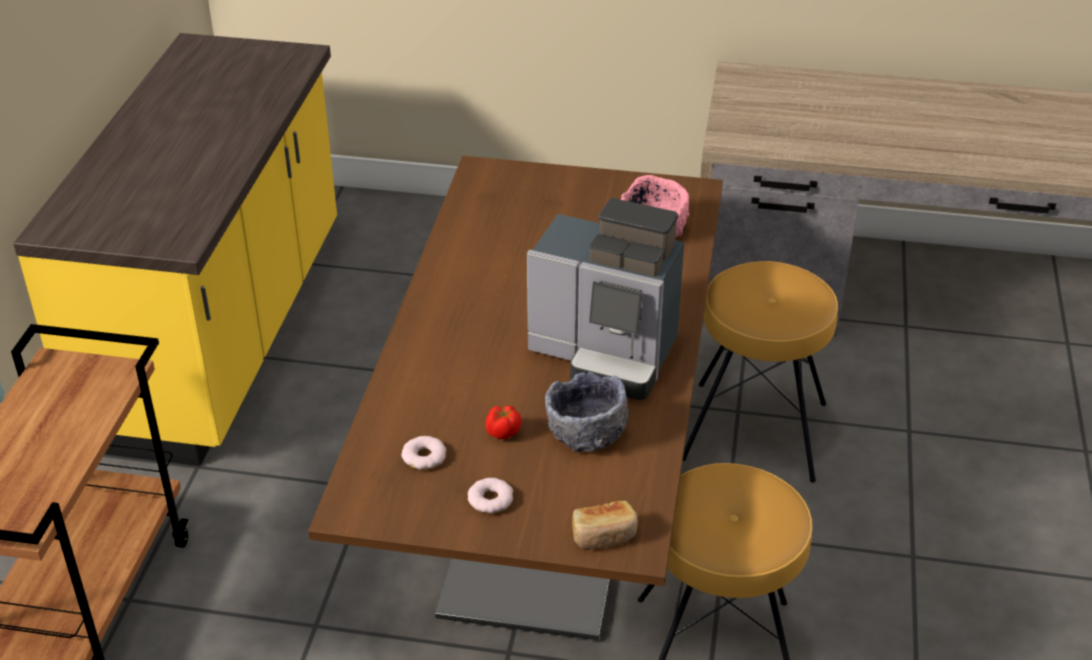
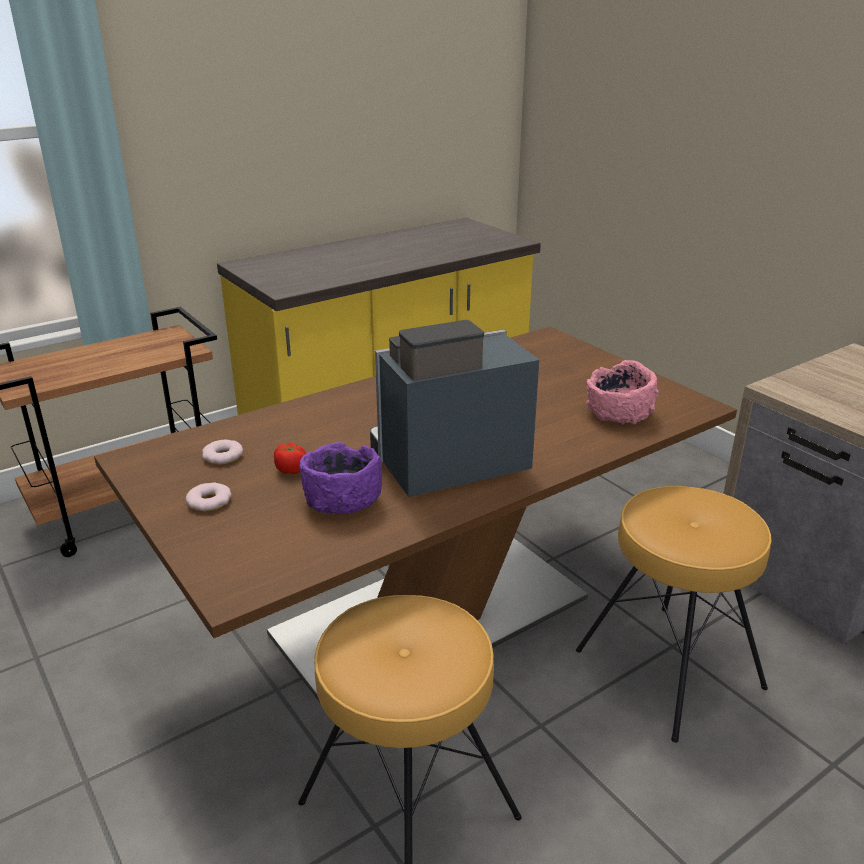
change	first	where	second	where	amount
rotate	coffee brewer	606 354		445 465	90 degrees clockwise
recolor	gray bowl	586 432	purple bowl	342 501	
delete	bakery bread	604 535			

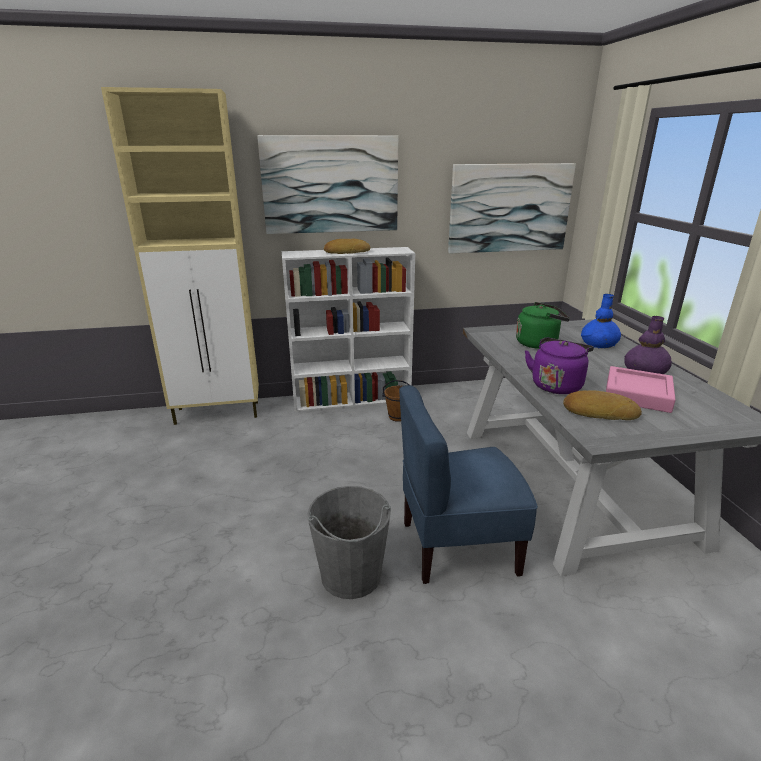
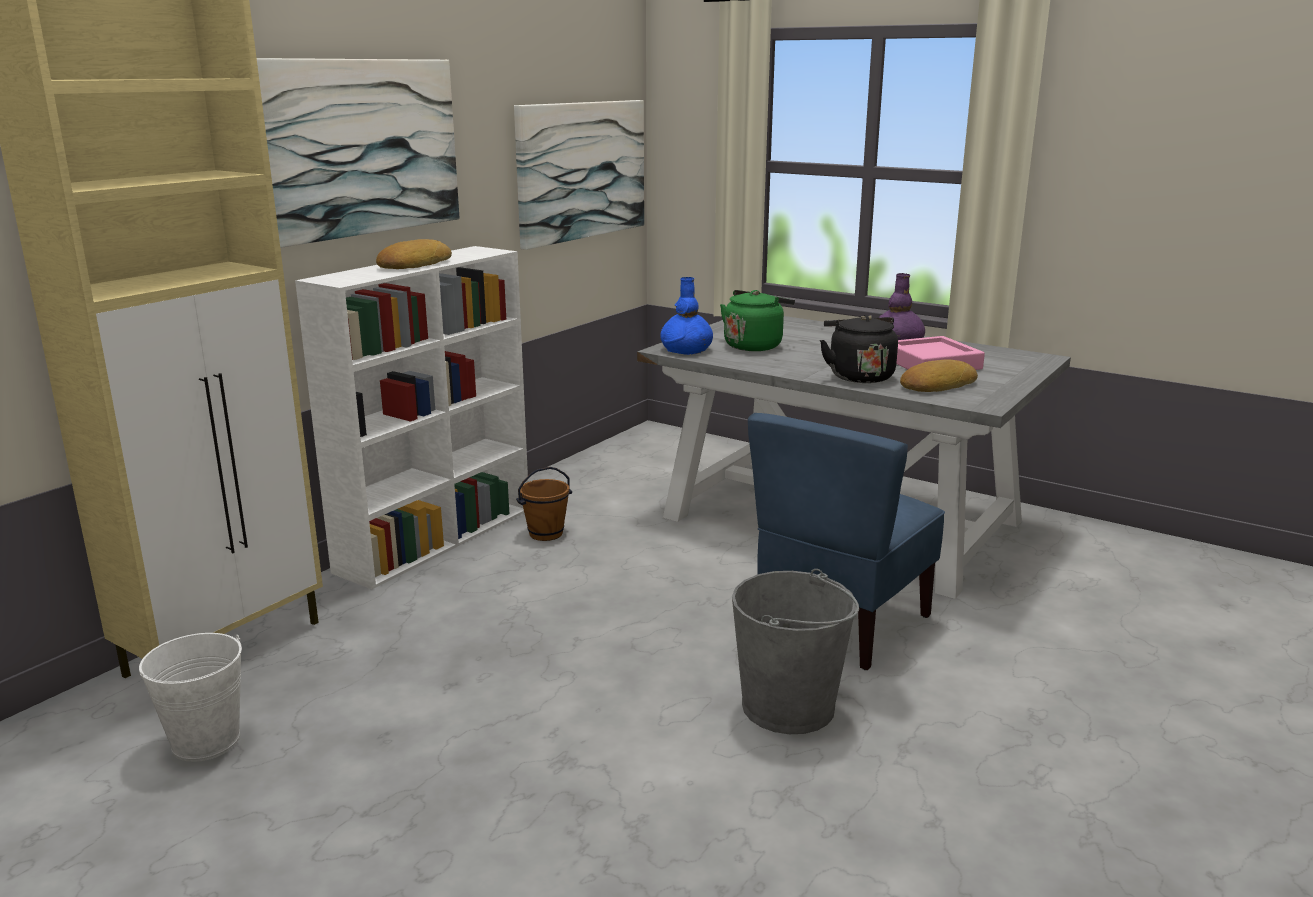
change	first	where	second	where	amount
move	blue flower vase	599 344		686 350	
recolor	purple water kettle	556 385	blackish water kettle	858 376	
insert			whitish water bucket	205 741	

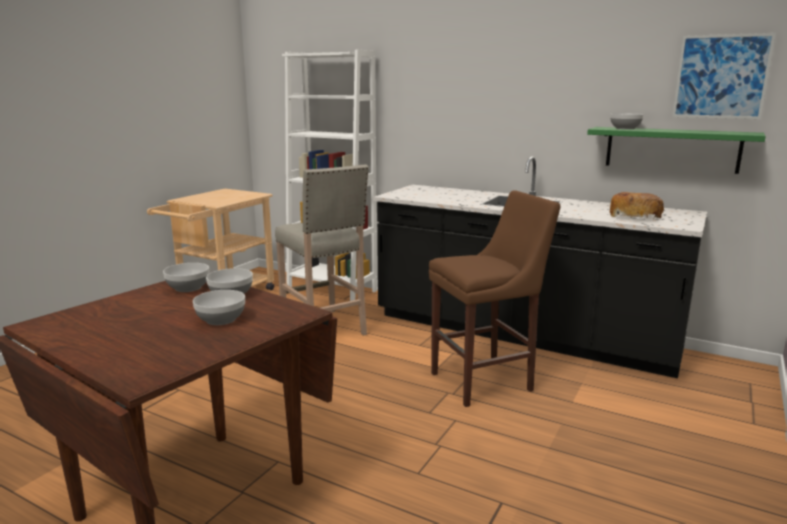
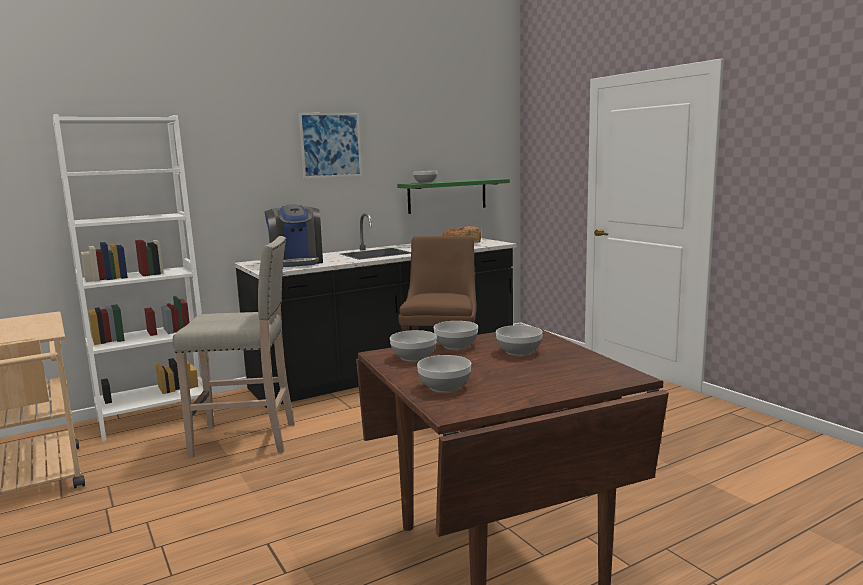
change	first	where	second	where	amount
move	picture	721 77		331 145	
insert			coffee brewer	296 262	
insert			bowl	444 387	

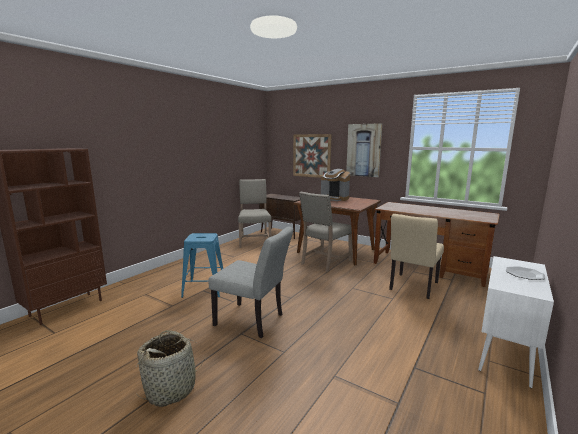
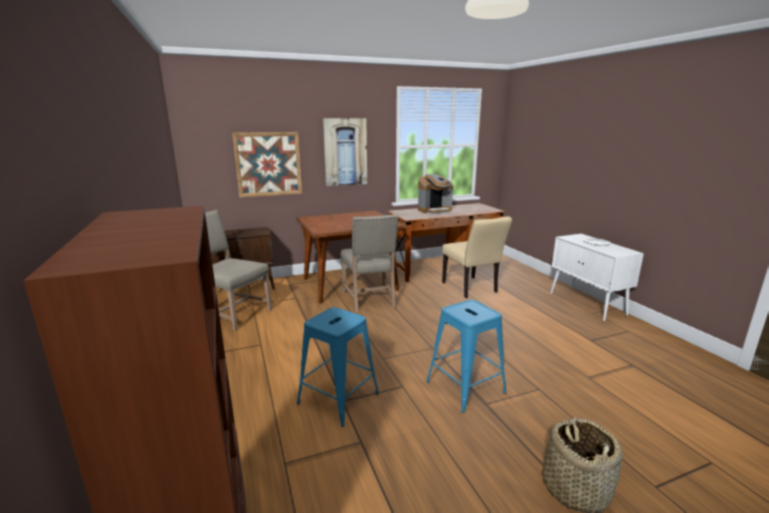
change	first	where	second	where	amount
move	coffee brewer	334 198		434 210	
replace	gray plain chair	253 321	blue stool	465 387	

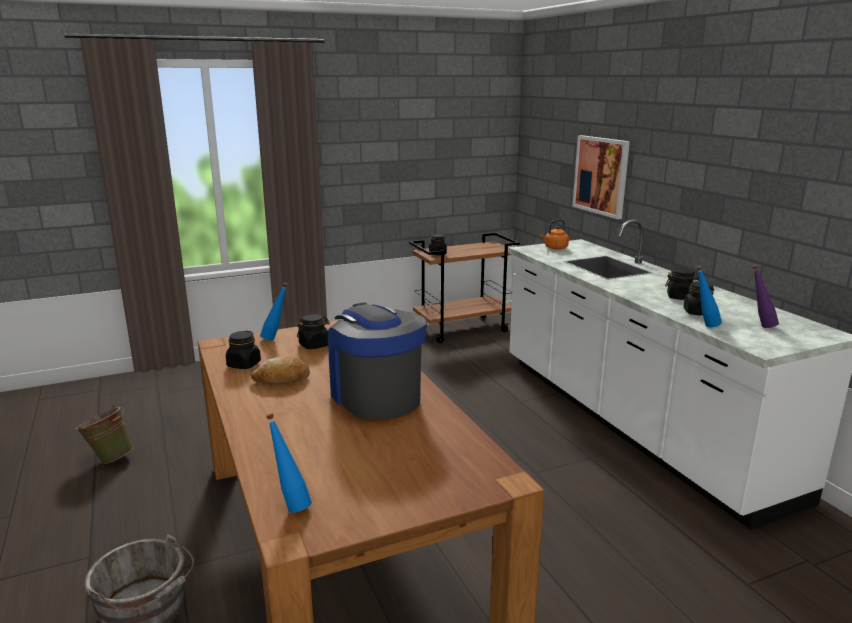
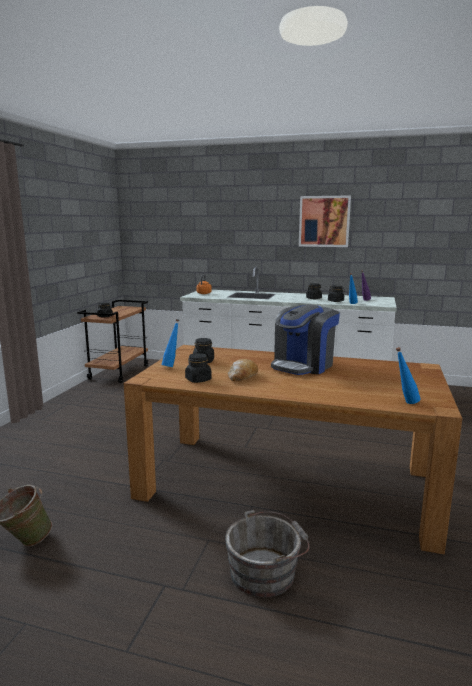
change	first	where	second	where	amount
move	picture	601 175		324 221	
rotate	coffee brewer	375 396		303 365	60 degrees counterclockwise

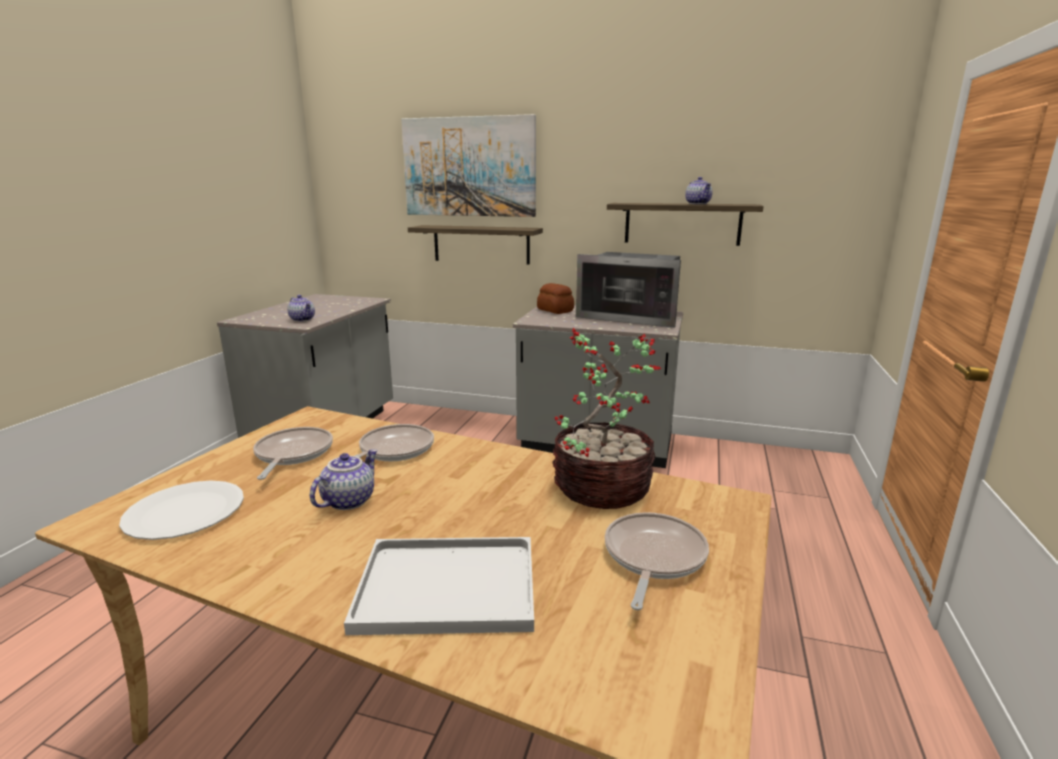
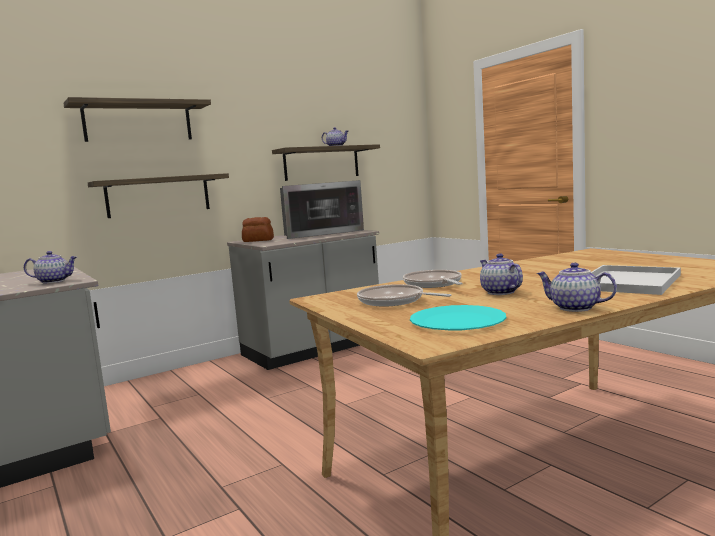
change	first	where	second	where	amount
replace	picture	469 167	bracket shelf	138 122	
delete	potted plant	599 489			
recolor	whitish plate	185 512	turquoise plate	457 321	
delete	pan	652 557			
insert			pot for tea	574 308	

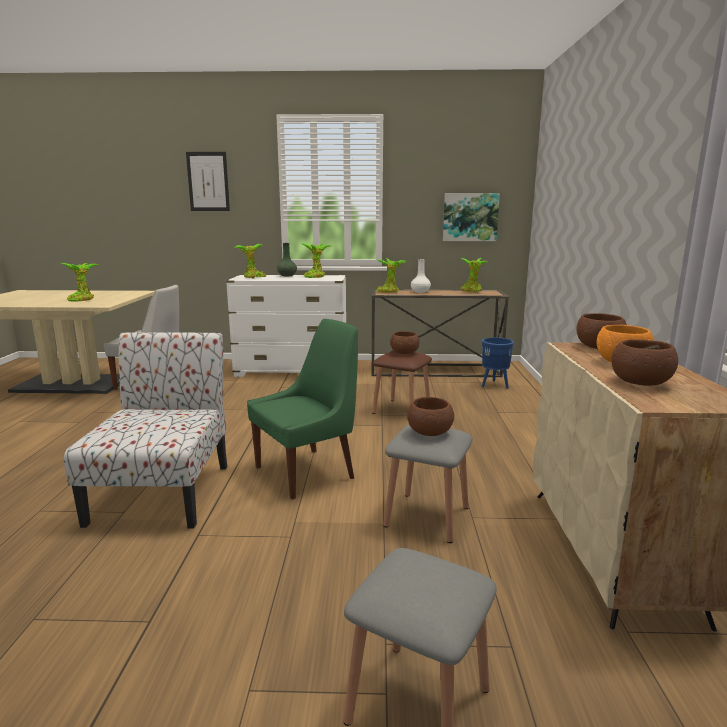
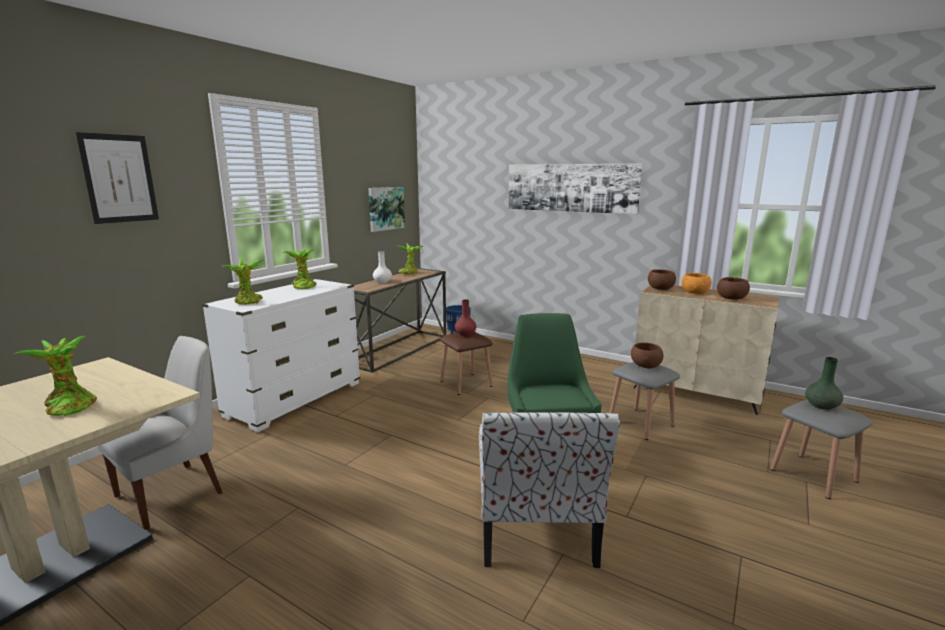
change	first	where	second	where	amount
move	green-coloured flower vase	287 275		822 406	
delete	potted plant	389 291			
replace	brown-coloured bowl	404 353	reddish flower vase	465 334	
rotate	plain chair	164 492		535 524	120 degrees counterclockwise
insert			picture	570 188	

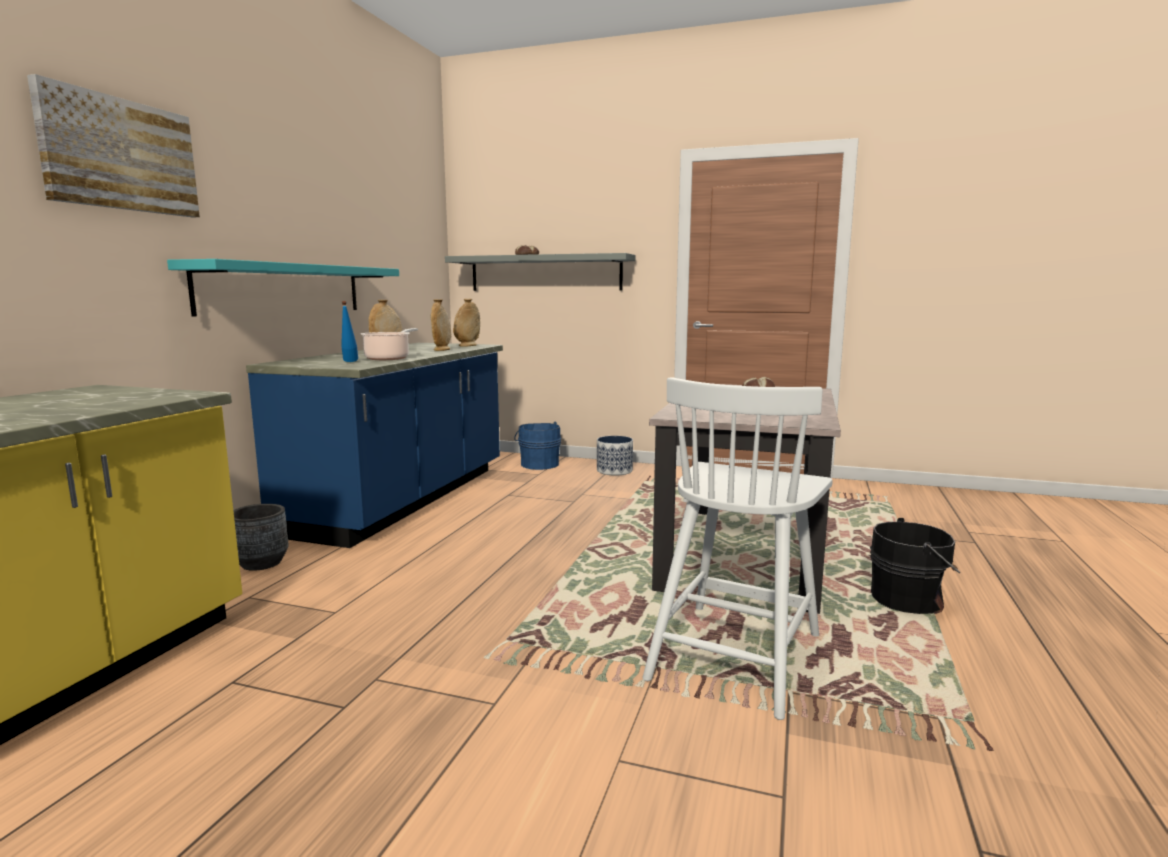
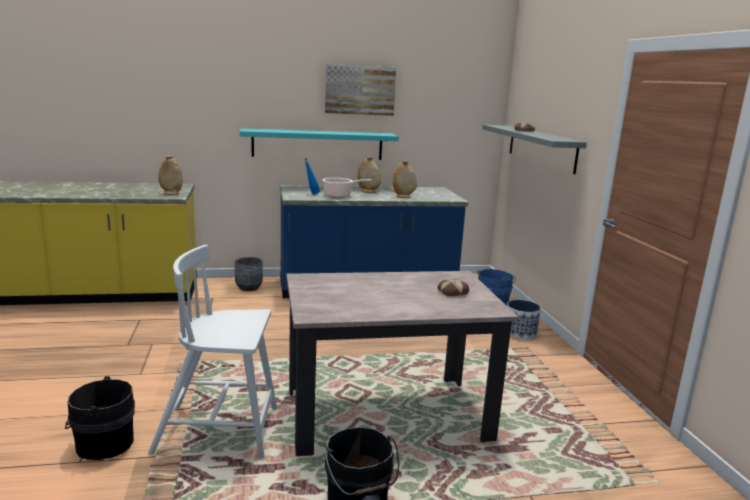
change	first	where	second	where	amount
move	picture	120 155		360 90	
move	beige-coloured flower vase	467 346		171 194	
insert			blackish water bucket	102 443	

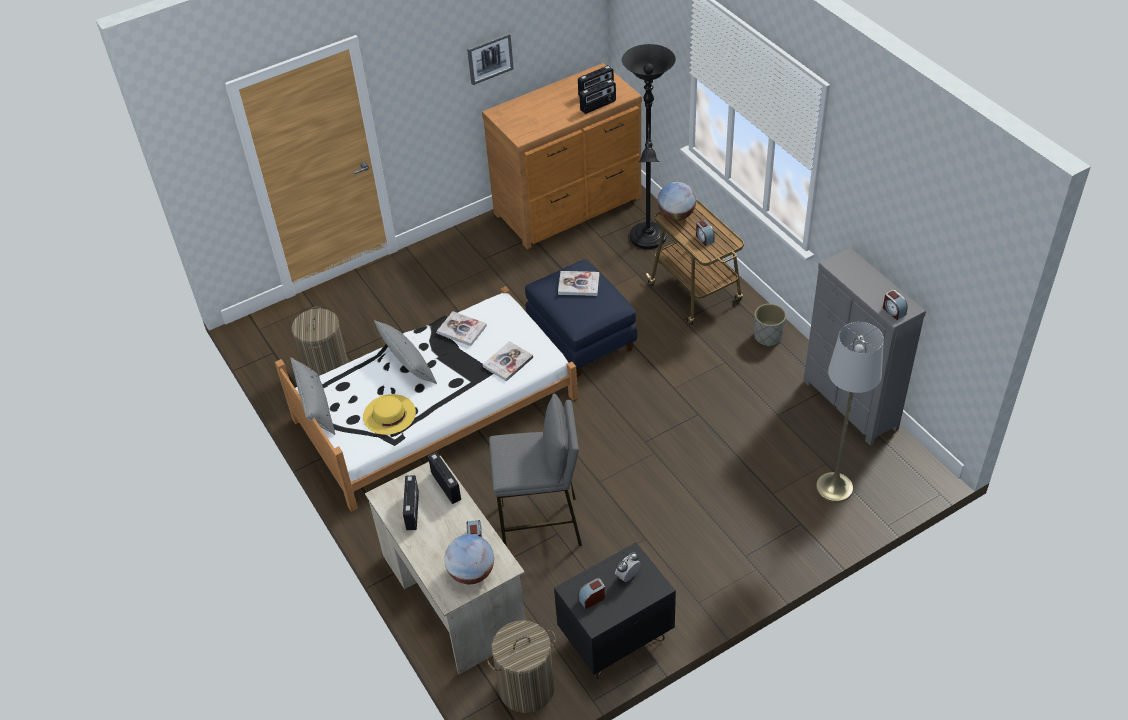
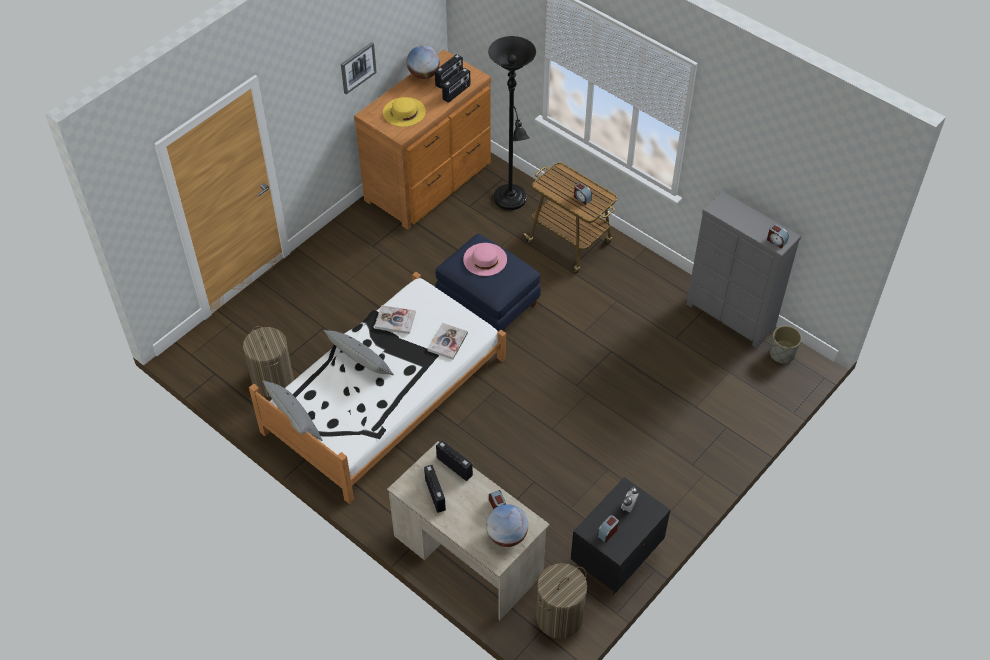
change	first	where	second	where	amount
move	world globe	676 215		424 75	
replace	volume	578 284	pink hat	485 259	
move	gray plant pot	768 337		782 354	
delete	gray standard lamp	834 487			
move	yellowish hat	389 414		404 112	
delete	gray stool	541 526			

